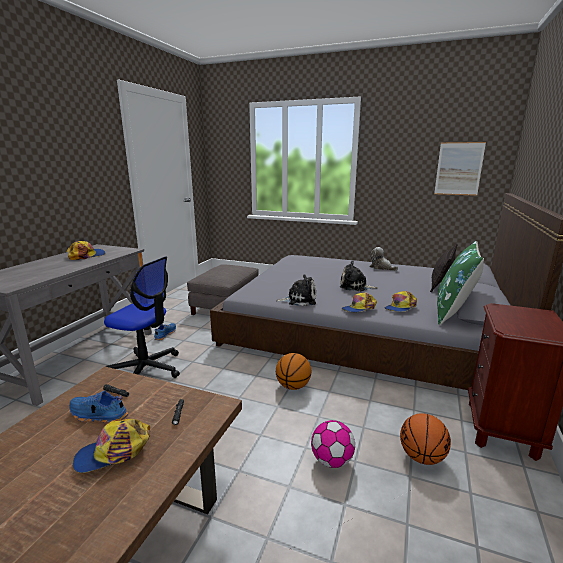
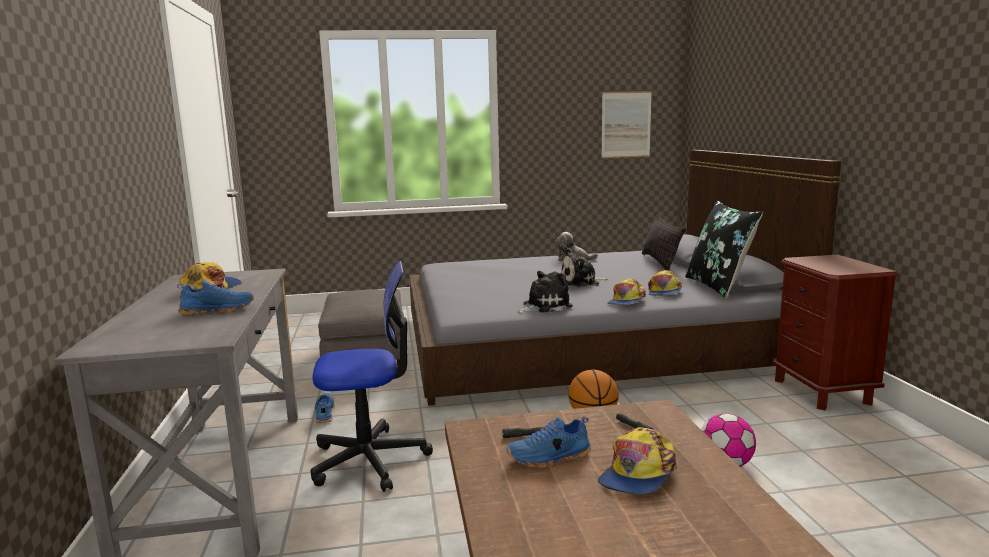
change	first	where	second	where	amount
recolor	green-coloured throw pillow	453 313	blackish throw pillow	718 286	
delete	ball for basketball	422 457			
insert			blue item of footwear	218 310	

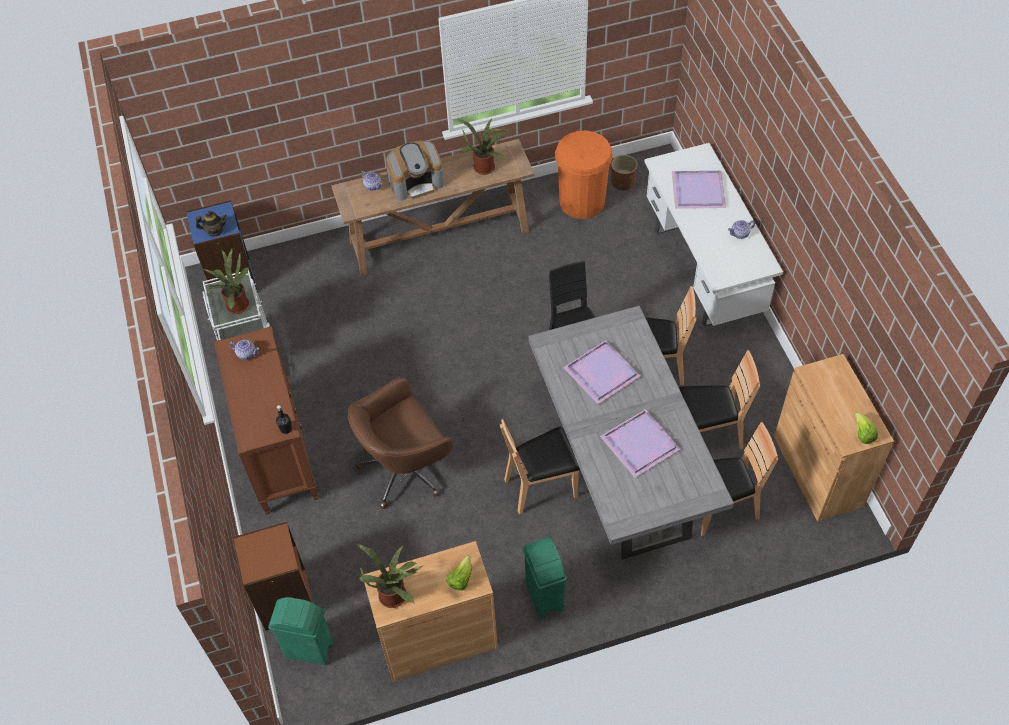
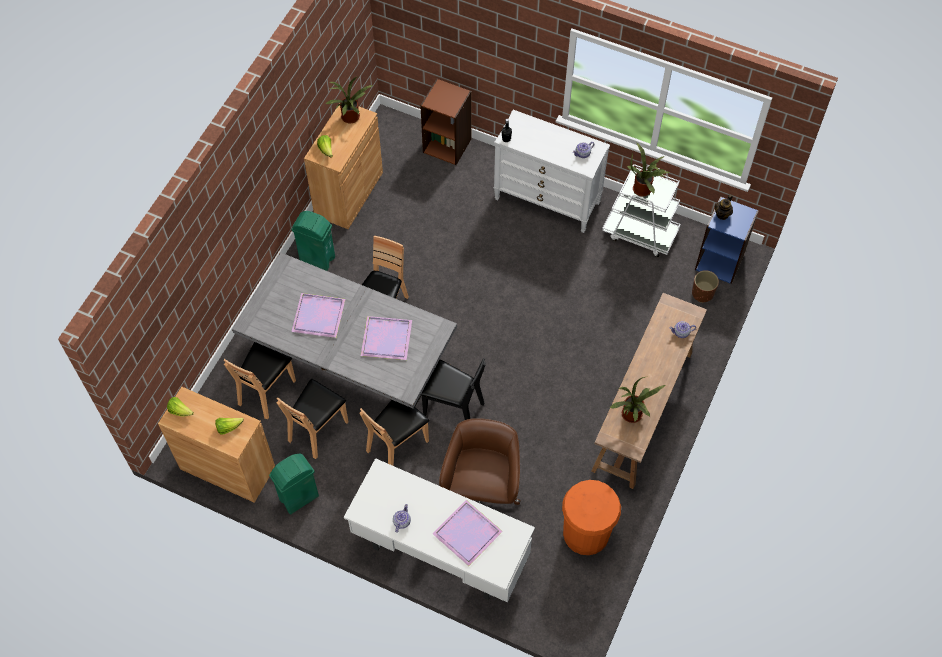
change	first	where	second	where	amount
delete	coffee brewer	416 182			
move	brown-coloured plant pot	622 182		702 293	
recolor	brown-coloured dresser	278 453	whitish dresser	547 201	
move	brown-coloured computer chair	405 468		482 490	
move	green-coloured rubbish bin	310 650		298 498	
insert			head of lettuce	228 427	

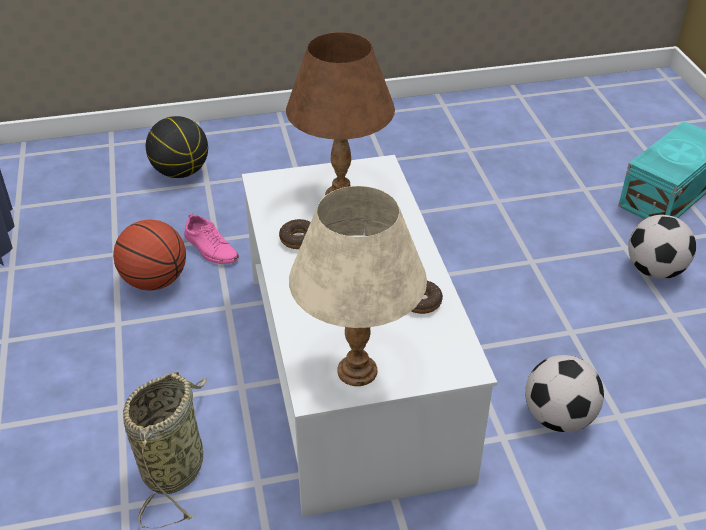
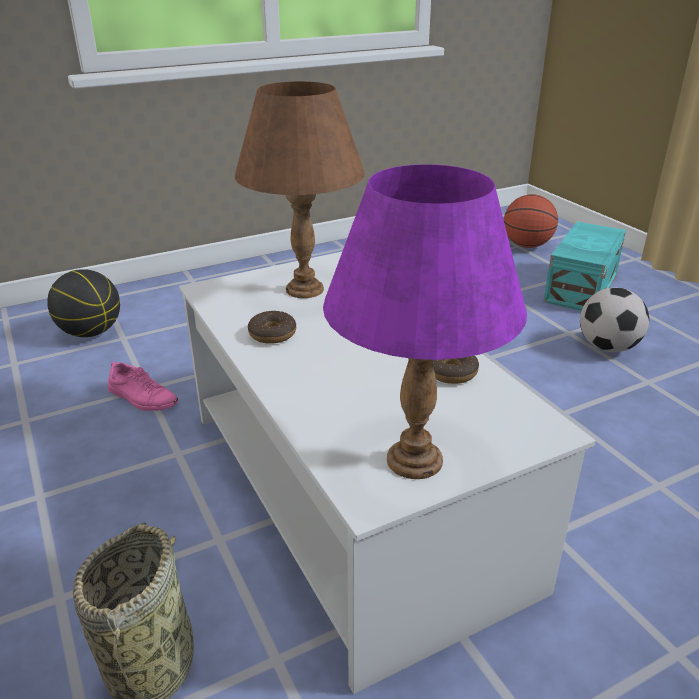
change	first	where	second	where	amount
recolor	beige-coloured tabletop lamp	358 371	purple tabletop lamp	416 460	
move	ball for basketball	154 281		526 245	
delete	football ball	558 417			

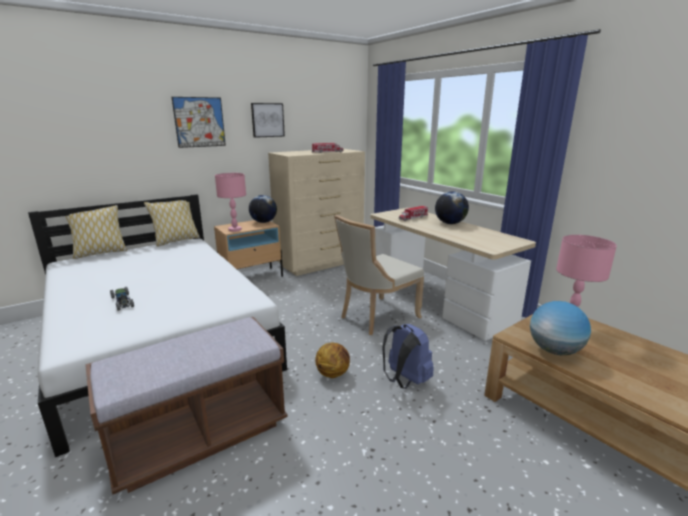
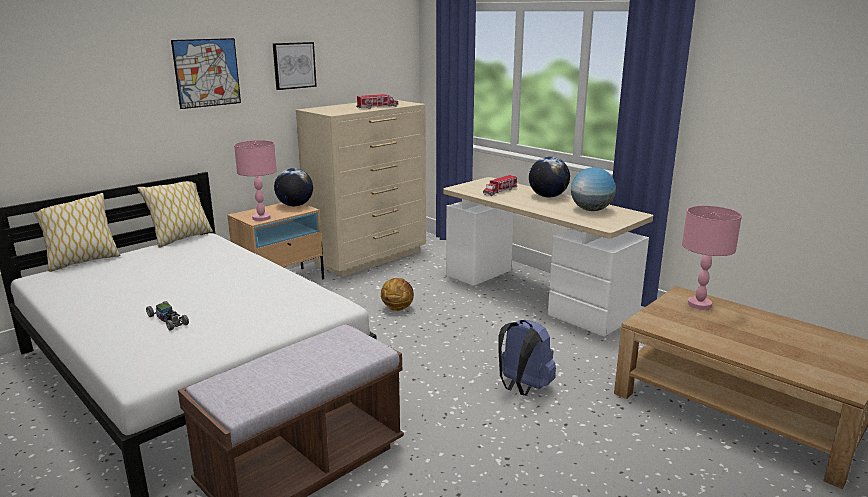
change	first	where	second	where	amount
delete	beige-coloured plain chair	376 317			
move	world globe	554 350		591 210	
move	ball for basketball	333 373		398 308	

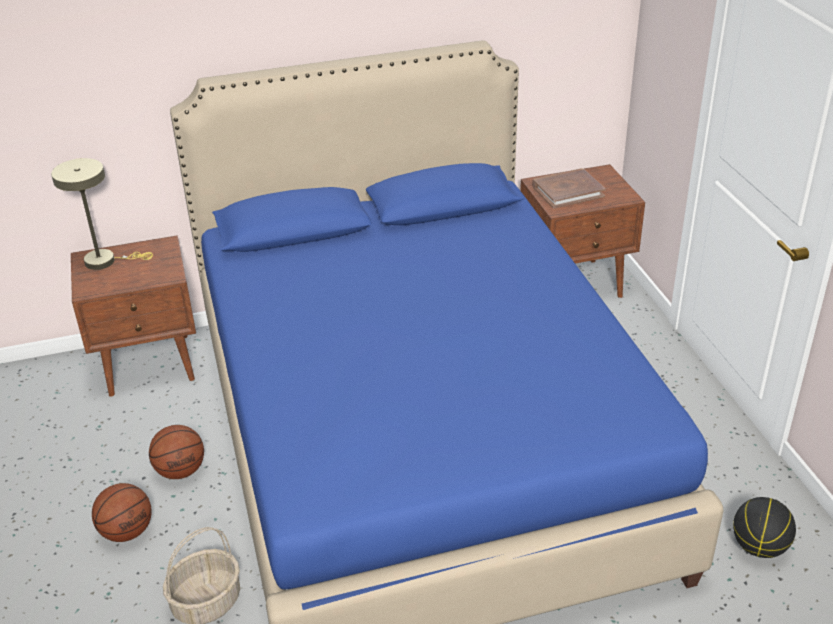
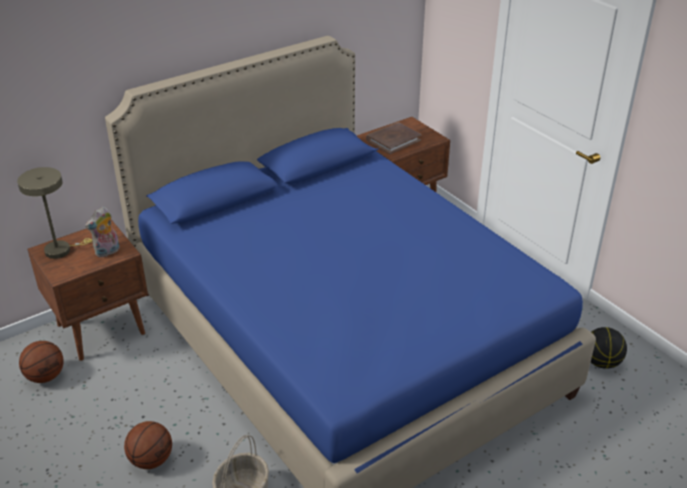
change	first	where	second	where	amount
move	ball for basketball	181 470		46 376	
insert			cuddly toy	107 252	

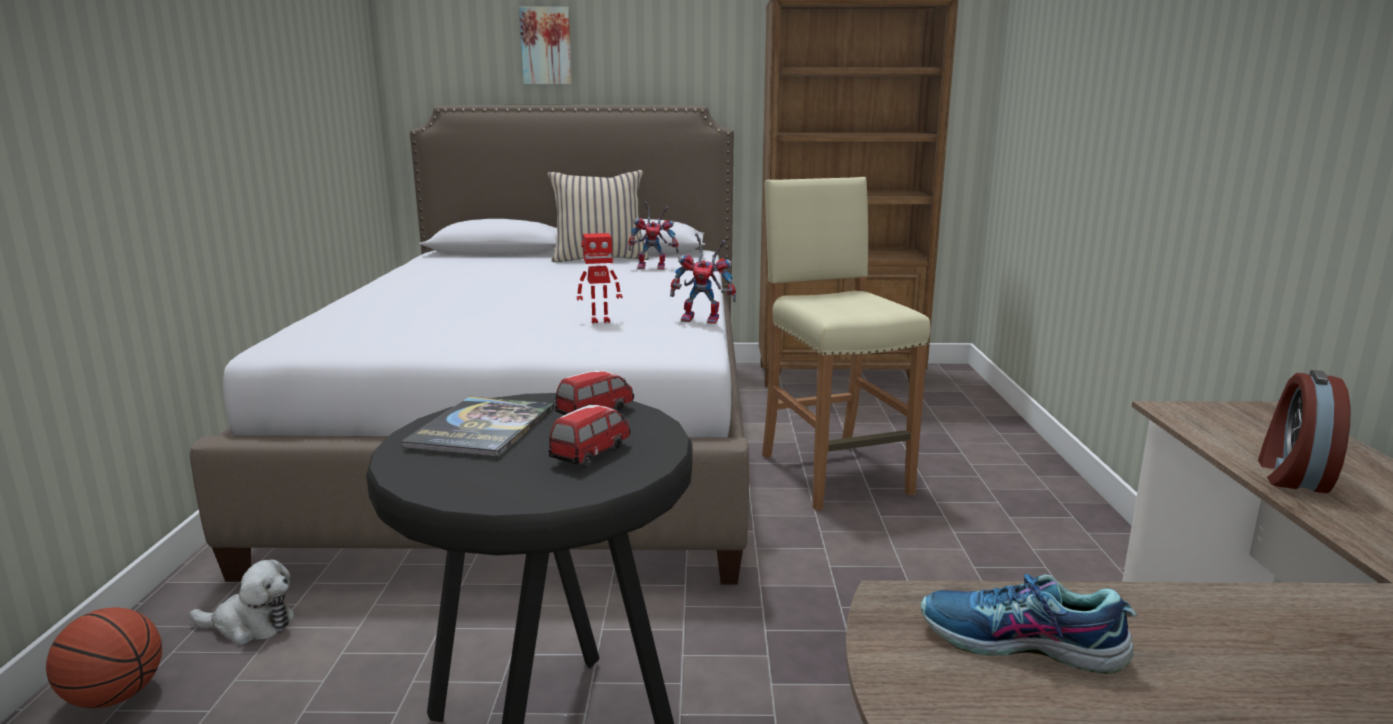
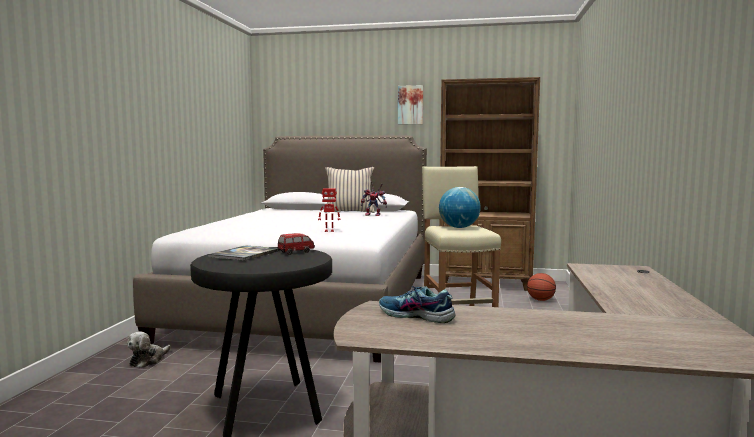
change	first	where	second	where	amount
move	picture	546 46		410 105	
delete	model robot	704 319			
delete	bedside clock	1291 475			
delete	miniature car	591 454			
rotate	cuddly toy	250 625		148 360	105 degrees clockwise
move	ball for basketball	115 697		540 300	
insert			world globe	459 227	

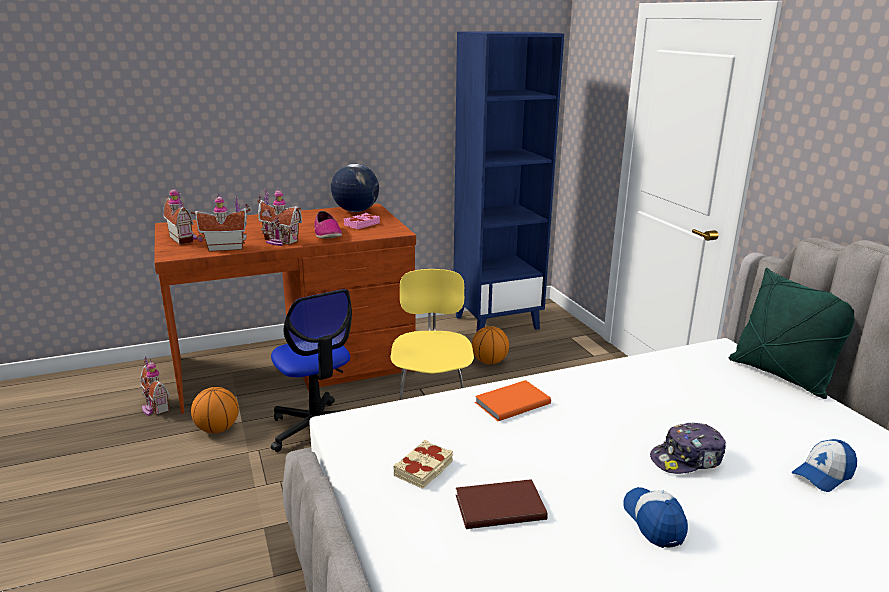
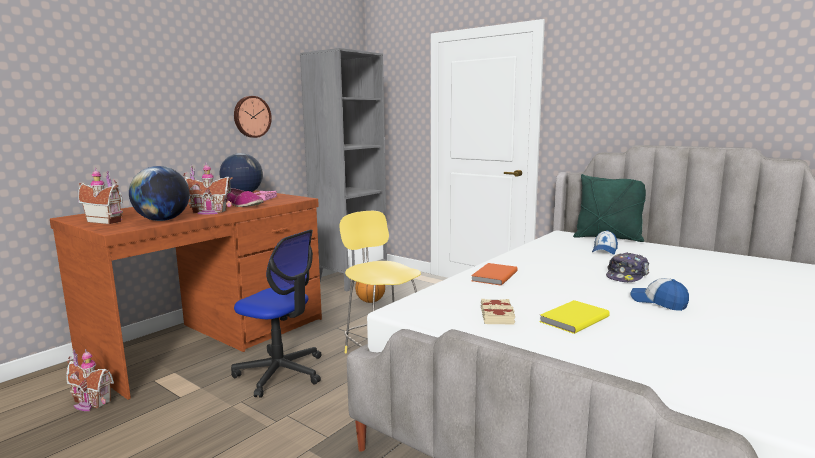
change	first	where	second	where	amount
recolor	blue bookshelf	497 322	gray bookshelf	350 279	
replace	model house	225 247	world globe	162 220	
delete	ball for basketball	217 429			
move	cap	823 474		604 250	
recolor	brown-coloured volume	498 506	yellowish volume	572 319	
insert			wall clock	251 116	

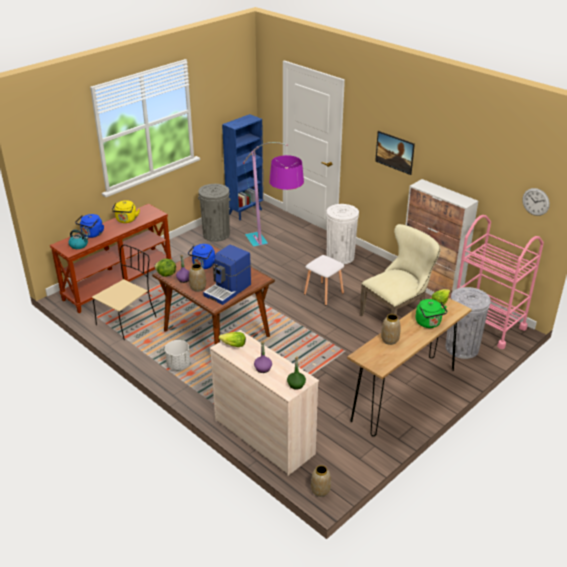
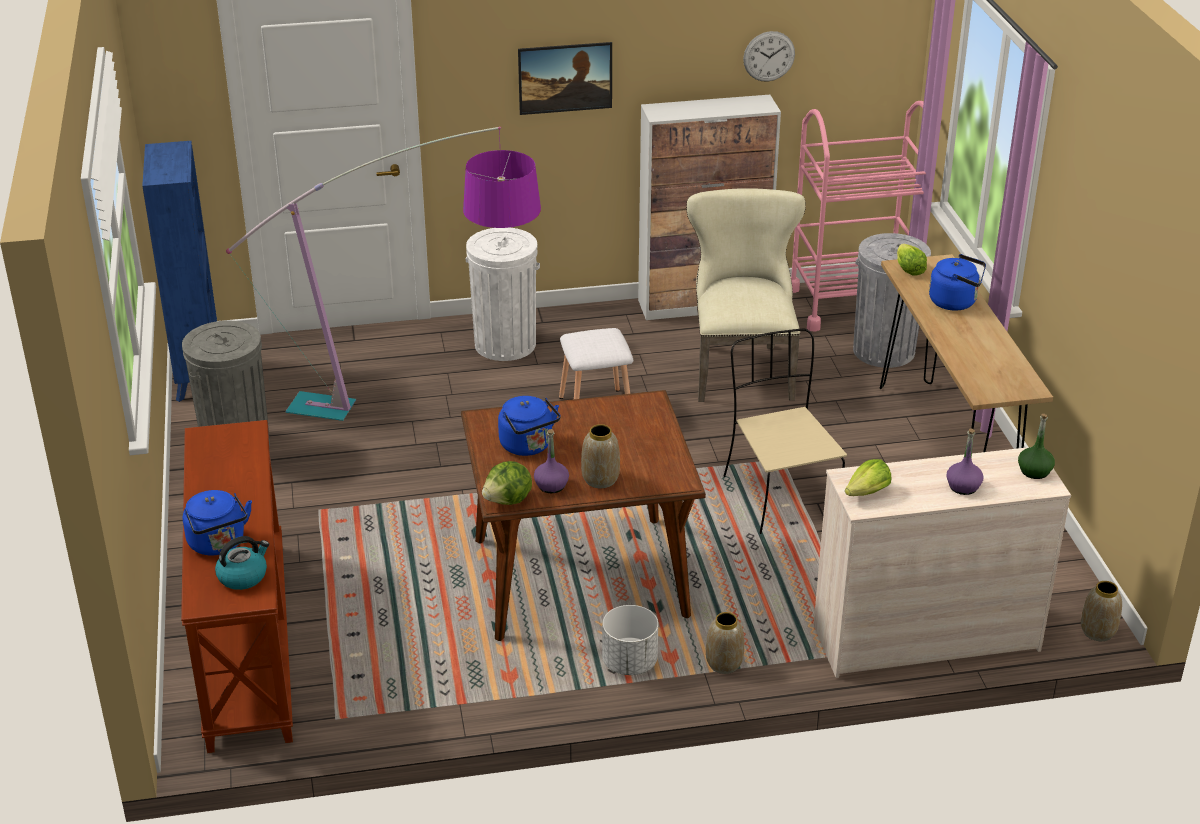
change	first	where	second	where	amount
move	wall clock	535 202		769 56	
delete	yellowish water kettle	126 220			
move	beige-coloured plain chair	127 320		780 495	
delete	coffee brewer	228 290			
recolor	green-coloured water kettle	429 323	blue water kettle	955 302	
move	flower vase	389 340		723 664	

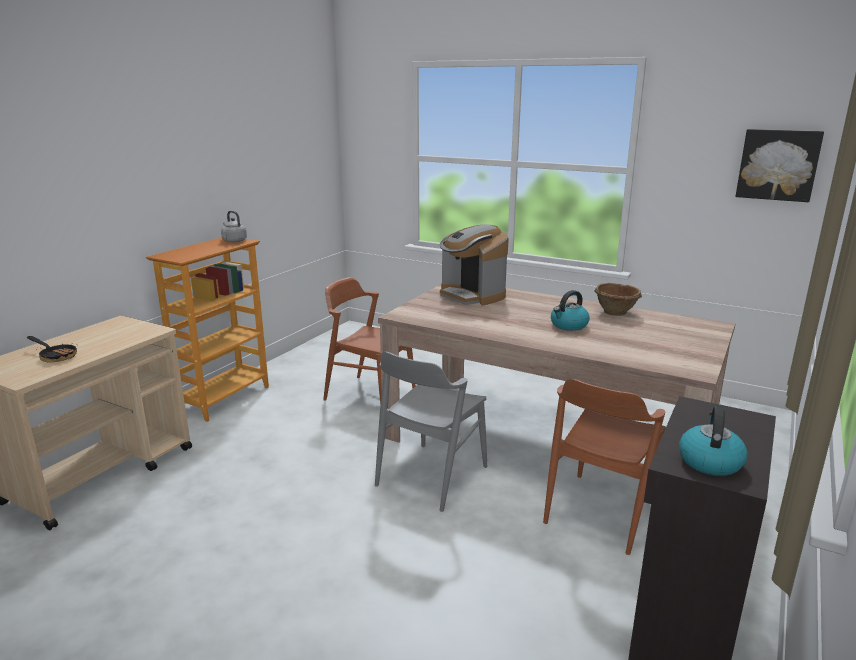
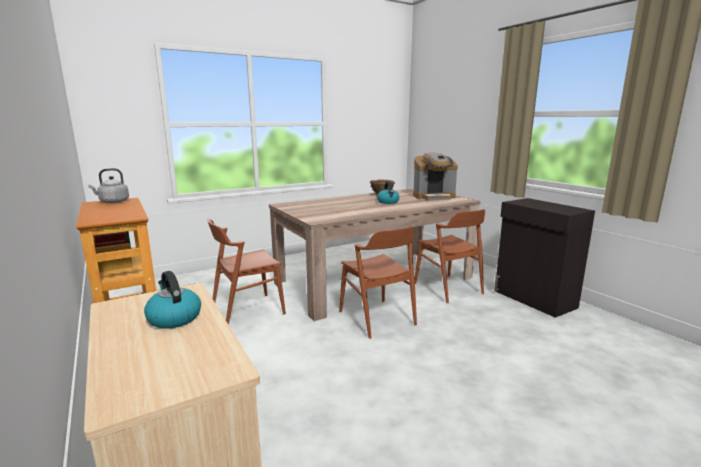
change	first	where	second	where	amount
delete	picture	778 165			
move	coffee brewer	472 295		434 197	
delete	pan	55 356			
recolor	gray plain chair	431 476	brown-coloured plain chair	377 318	
move	water kettle	709 461		174 318	

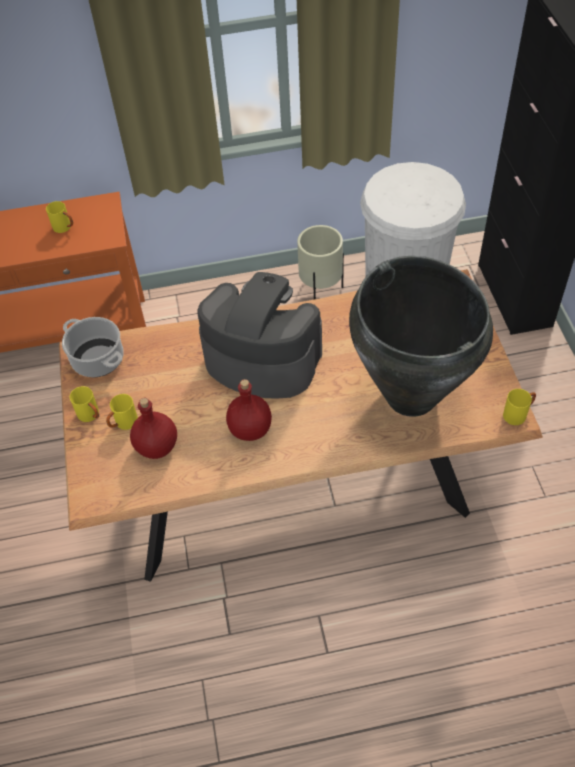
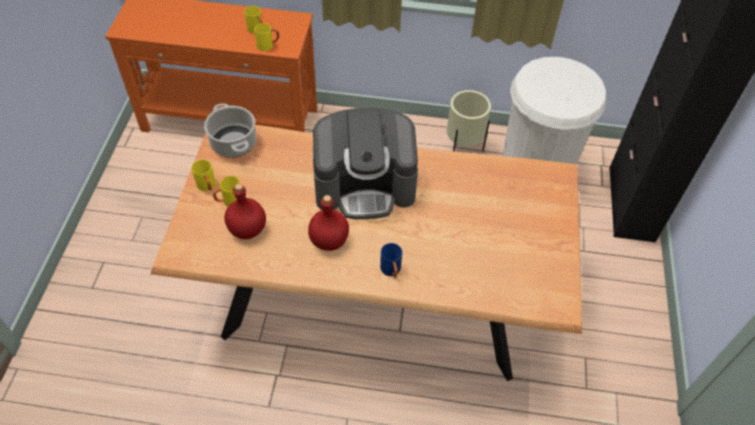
change	first	where	second	where	amount
delete	blackish flower vase	411 396			
rotate	coffee brewer	262 359		365 185	135 degrees clockwise
move	yellowish mug	518 414		268 46	
insert			blue mug	391 271	

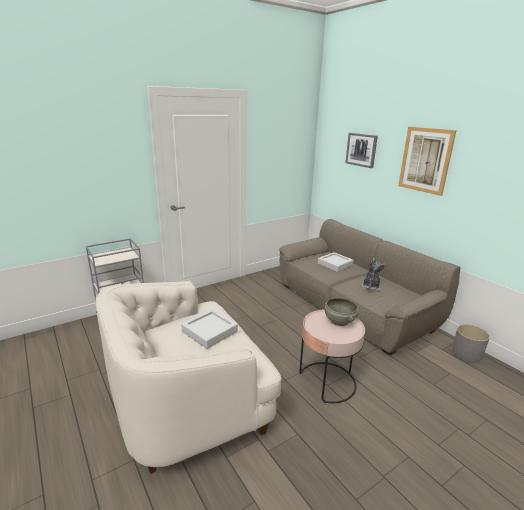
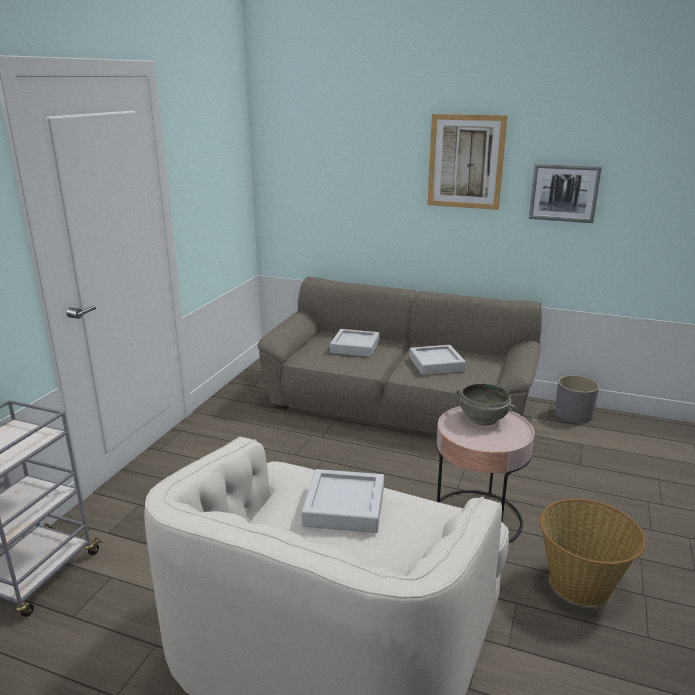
change	first	where	second	where	amount
move	picture	361 150		564 192	
replace	cuddly toy	370 287	gray carrying tray	436 364	
insert			household basket	581 583	

